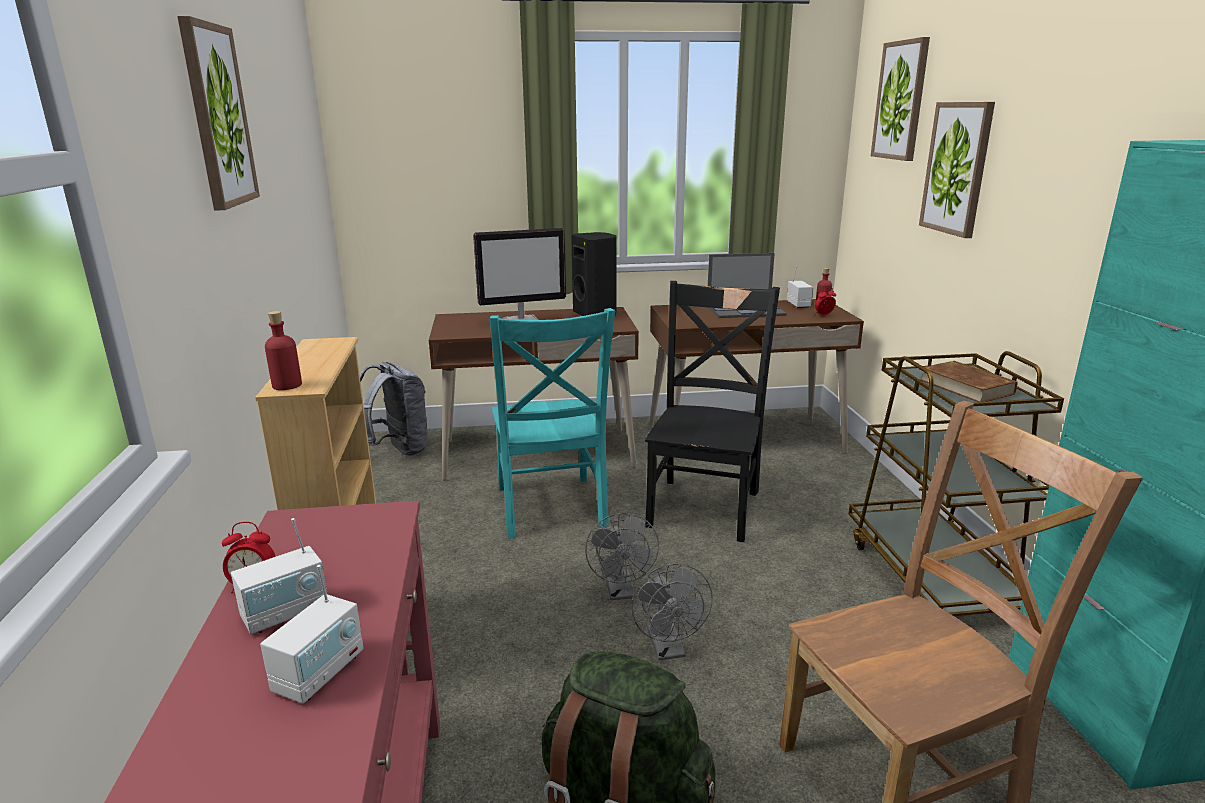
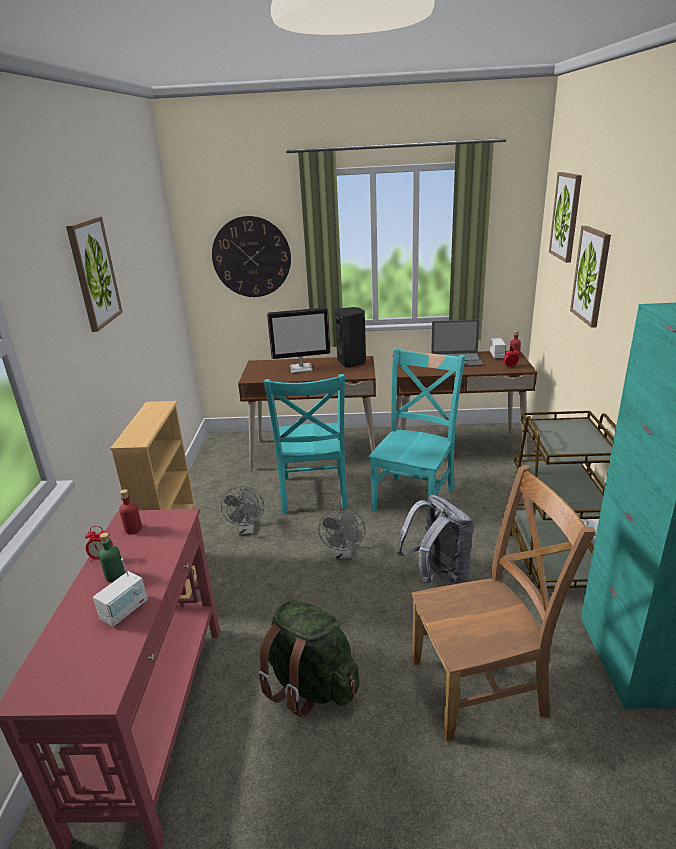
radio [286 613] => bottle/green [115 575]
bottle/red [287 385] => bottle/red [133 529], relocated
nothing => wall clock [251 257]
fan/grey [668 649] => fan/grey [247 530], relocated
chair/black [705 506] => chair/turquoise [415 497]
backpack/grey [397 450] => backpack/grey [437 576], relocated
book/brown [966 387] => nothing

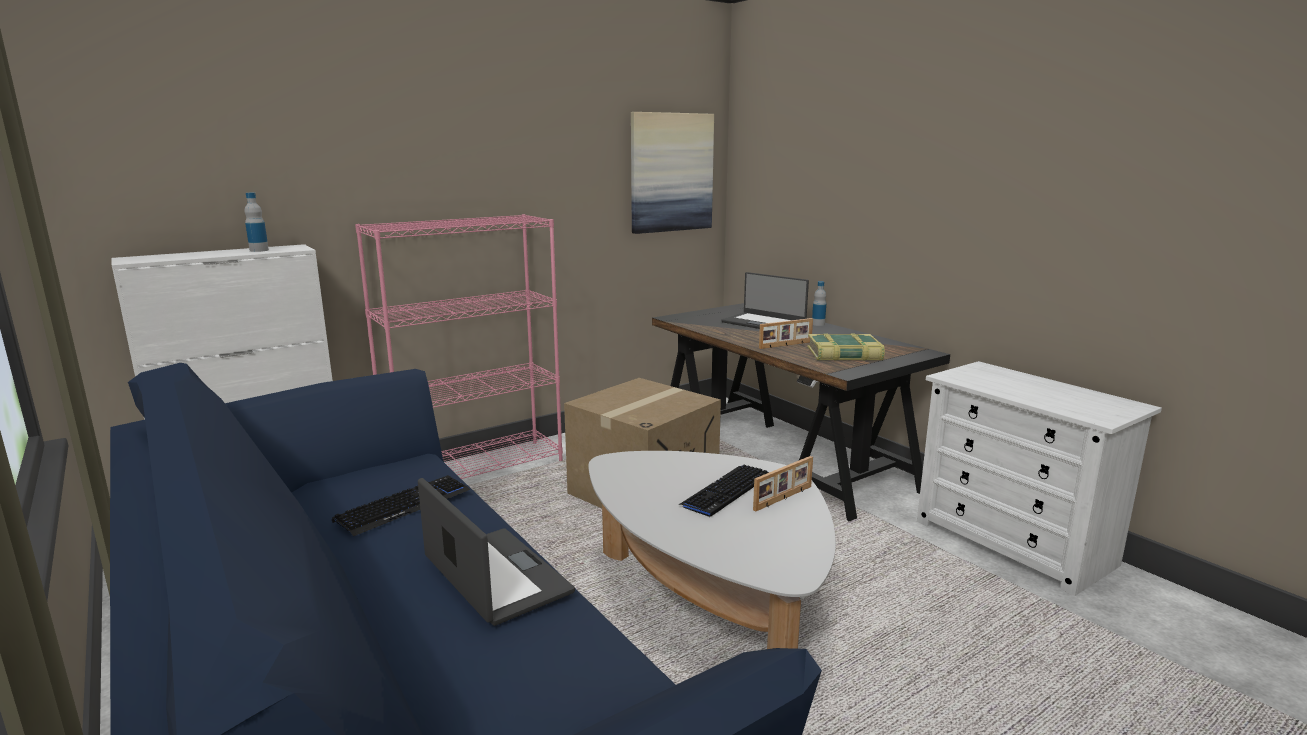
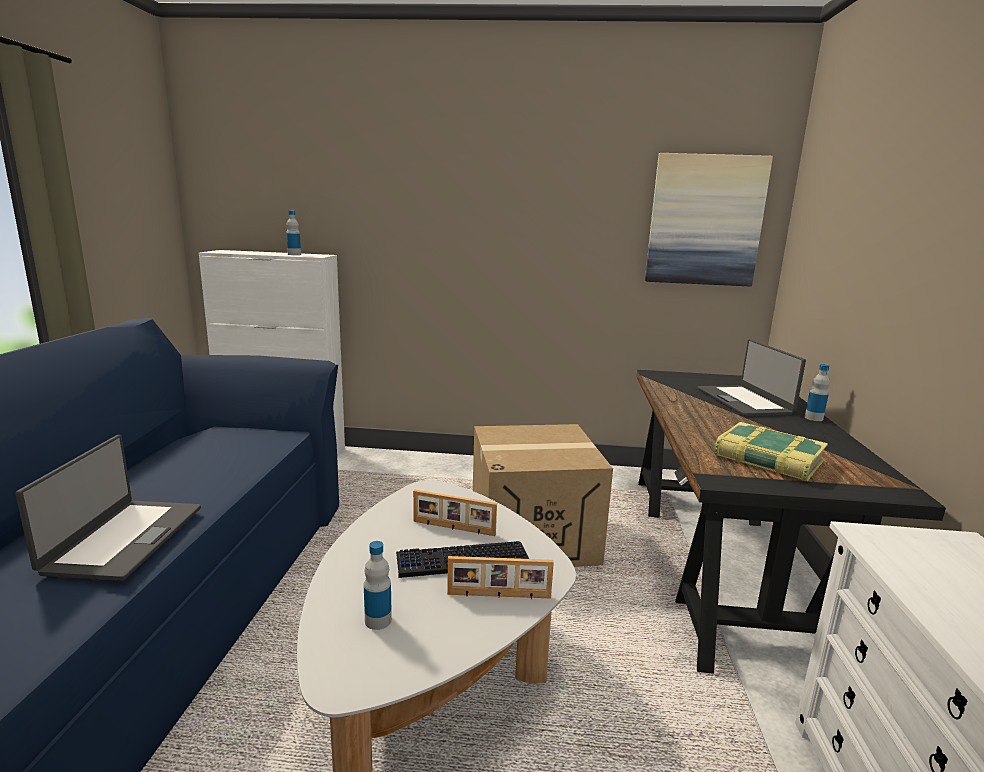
nothing => bottle [378 620]
picture frame [786 345] => picture frame [453 528], relocated
keyboard [404 506] => nothing
bookcase/pink [477 469] => nothing

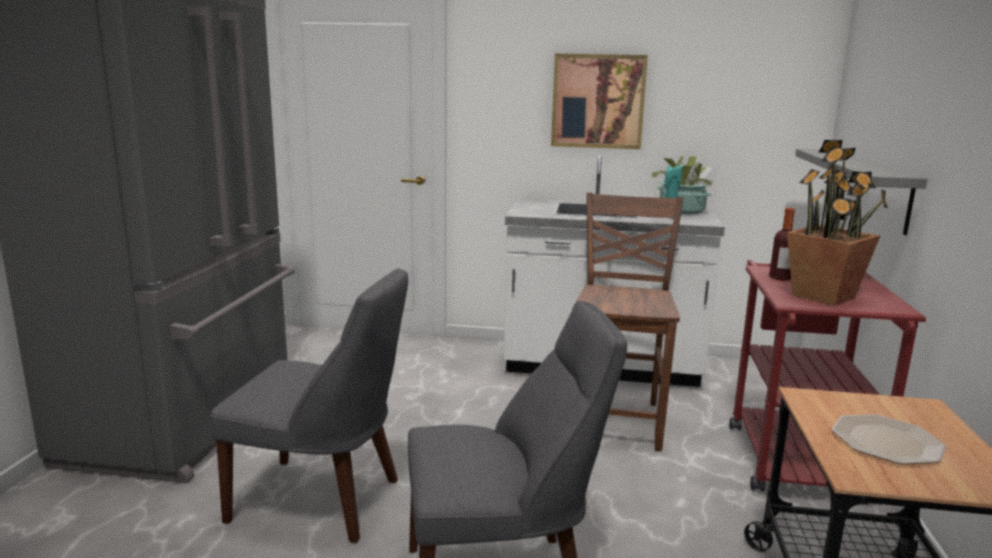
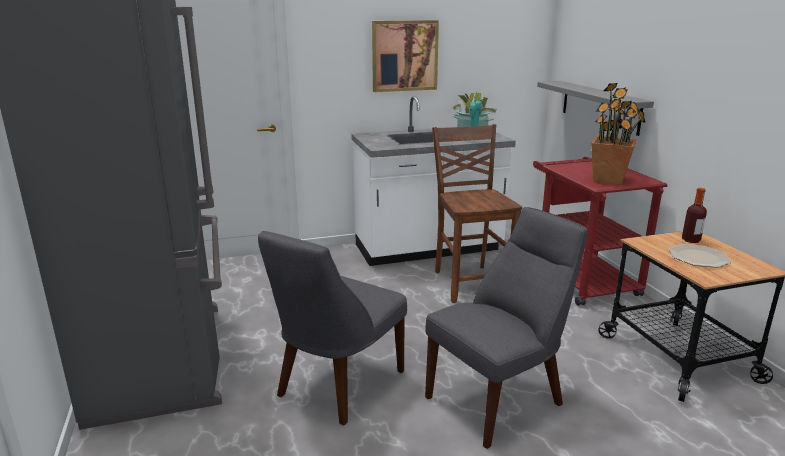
chair/grey [323 501] => chair/grey [337 385], 135 degrees clockwise
bottle [780 278] => bottle [691 240], relocated

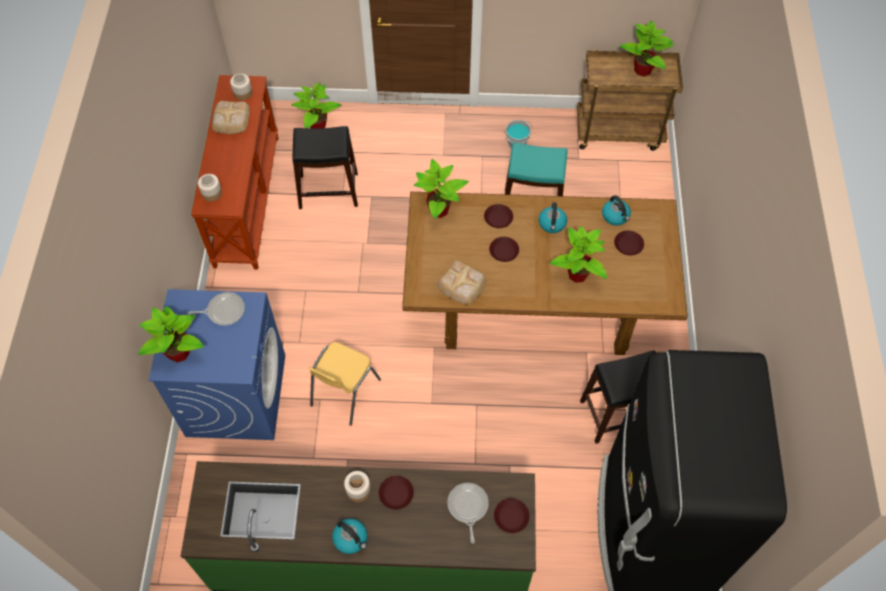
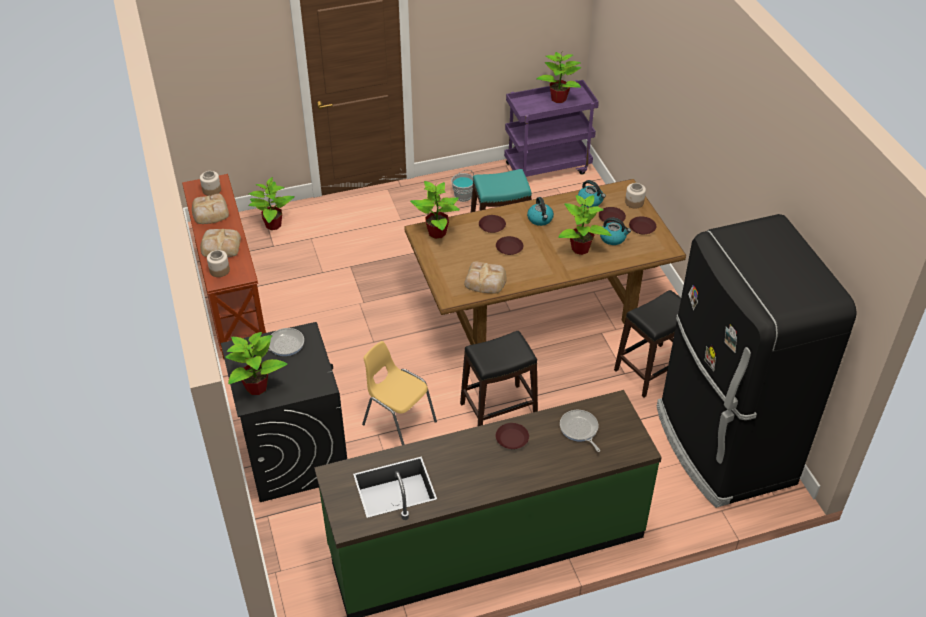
nothing => bread [220 246]
washing machine/blue [236 394] => washing machine/black [294 453]
chair/yellow [344 392] => chair/yellow [398 423], 120 degrees clockwise
stool/black [328 191] => stool/black [499 410], relocated
cart/brown [619 132] => cart/purple [547 167]
kettle [351 539] => kettle [613 238], relocated
jar [358 490] => jar [634 202], relocated
plate/brown [511 516] => plate/brown [642 227], relocated

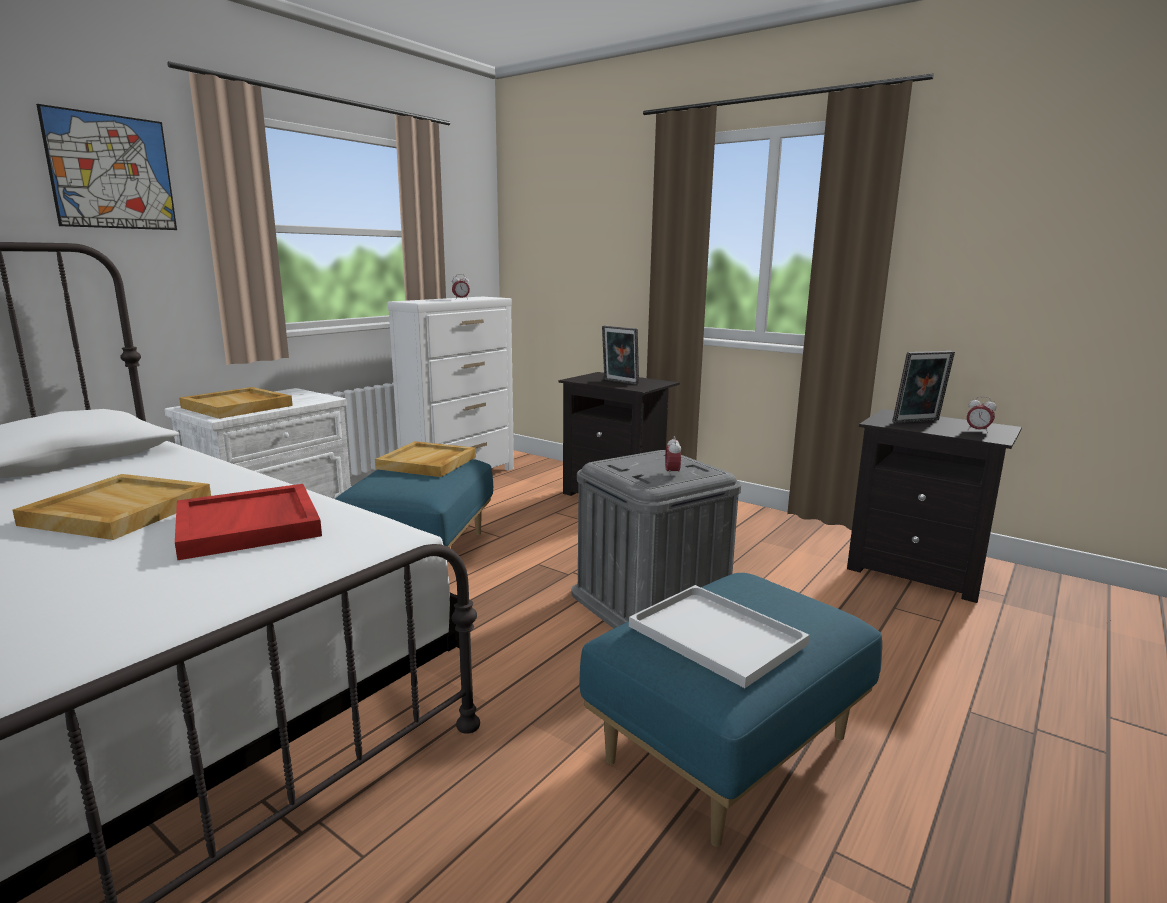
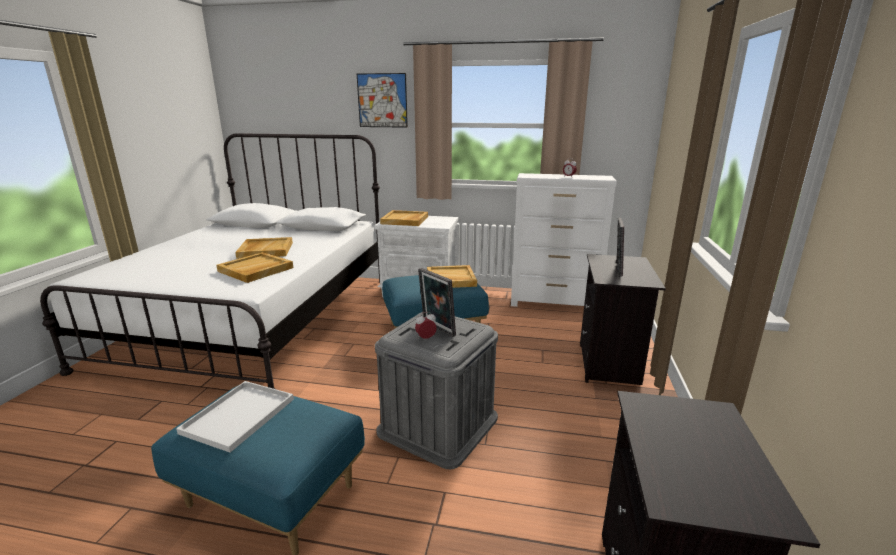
tray/red [249 526] => tray/beige [255 270]
picture frame [918 422] => picture frame [437 329], relocated
alarm clock [978 431] => nothing

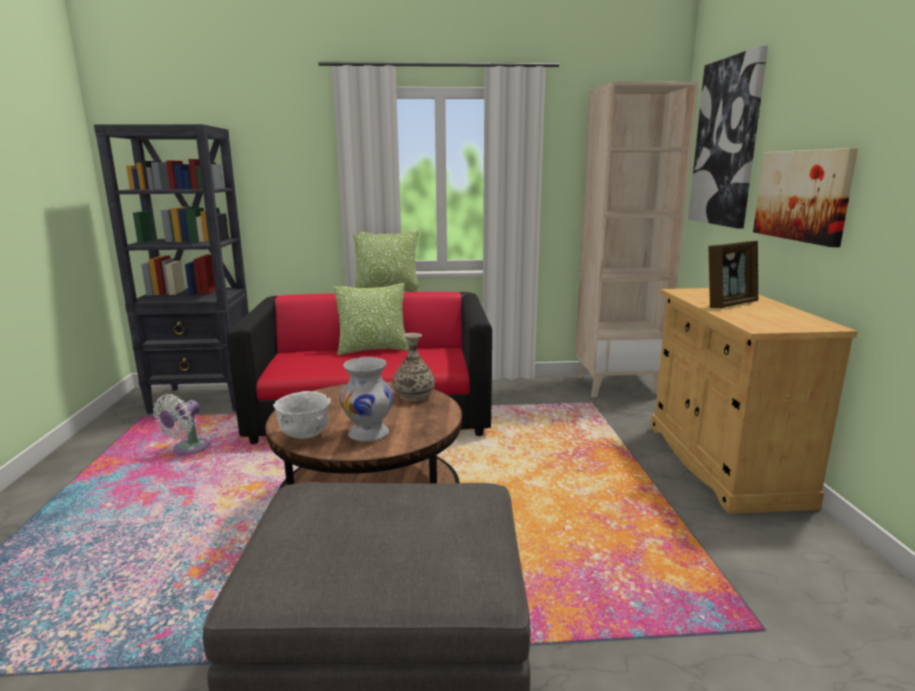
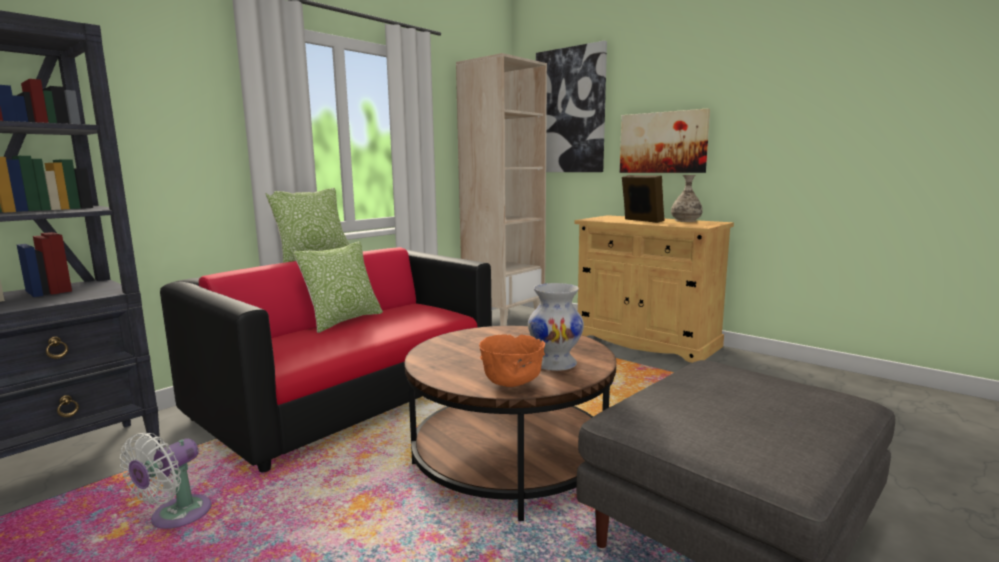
fan/white [187 449] => fan/white [175 517], 45 degrees clockwise
bowl/white [305 436] => bowl/orange [512 384]
picture frame [730 304] => picture frame [641 221], 45 degrees counterclockwise
vase [414 396] => vase [686 221], relocated

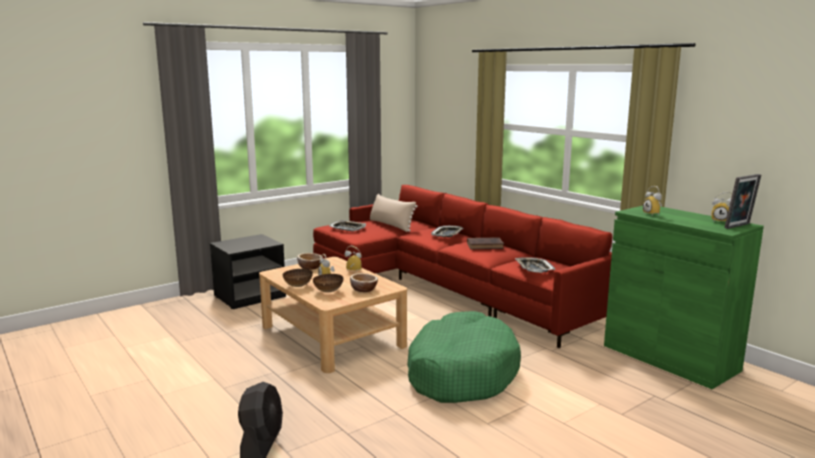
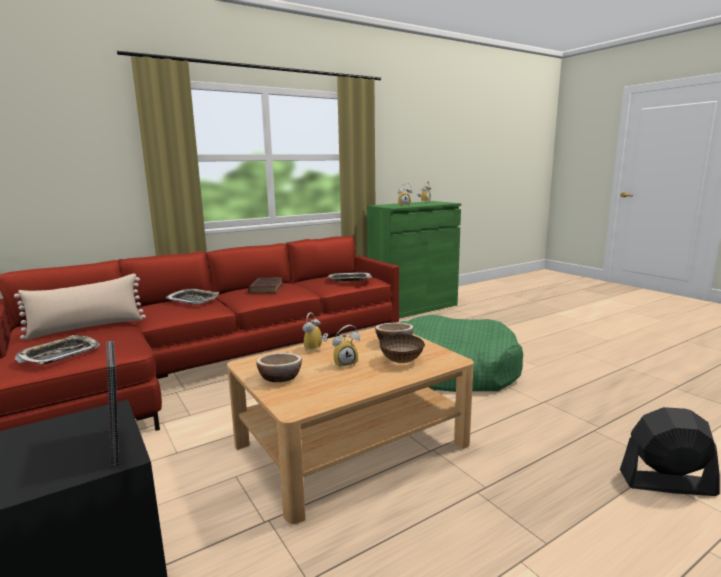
picture frame [739 226] => picture frame [119 445], relocated
bowl [297 286] => nothing

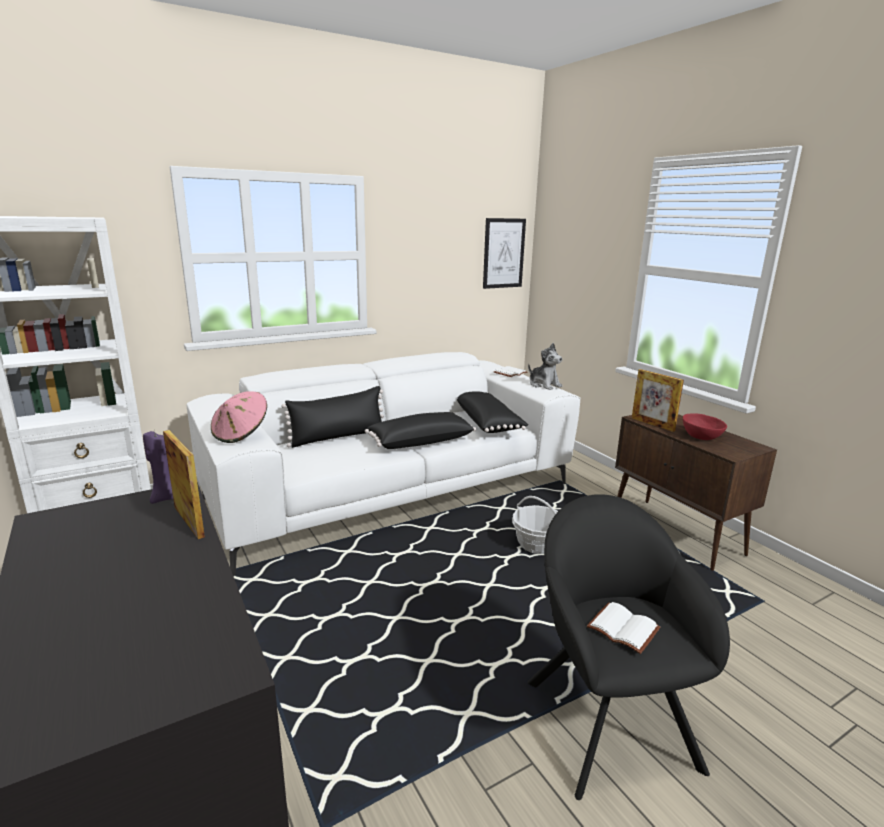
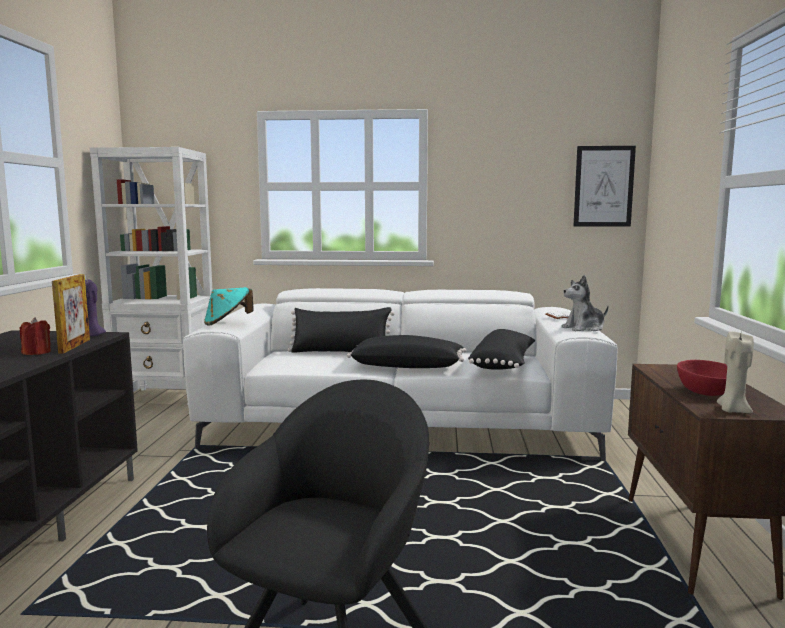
nothing => candle/red [37 353]
hat/pink [241 434] => hat/turquoise [227 323]
plush toy [544 385] => plush toy [584 328], 75 degrees clockwise
nothing => candle/beige [732 411]
basket [537 545] => nothing
book/white [621 629] => nothing
picture frame [652 424] => nothing

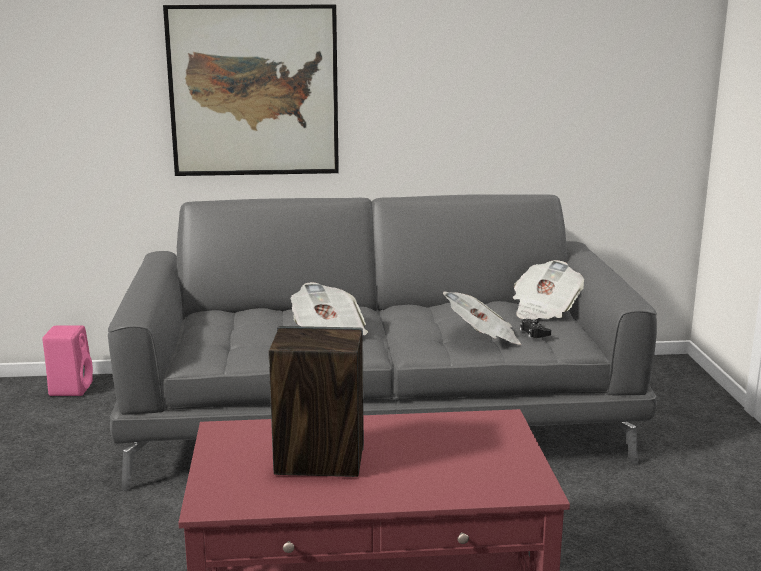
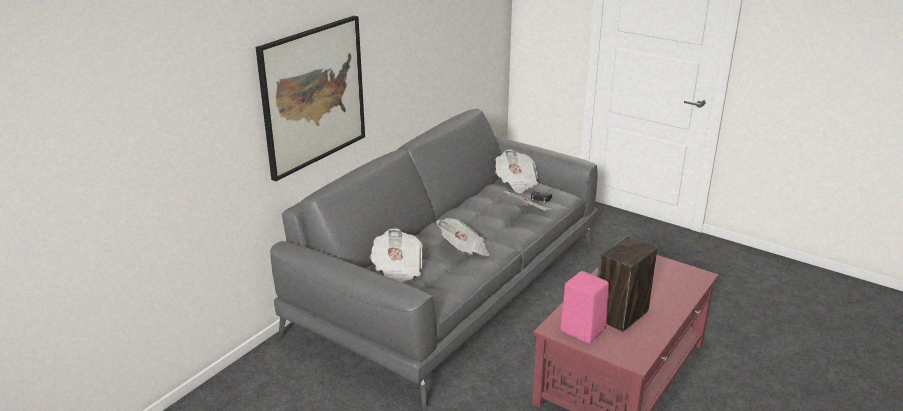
nothing => newspaper [397 270]
speaker/pink [71 388] => speaker/pink [581 330], relocated

